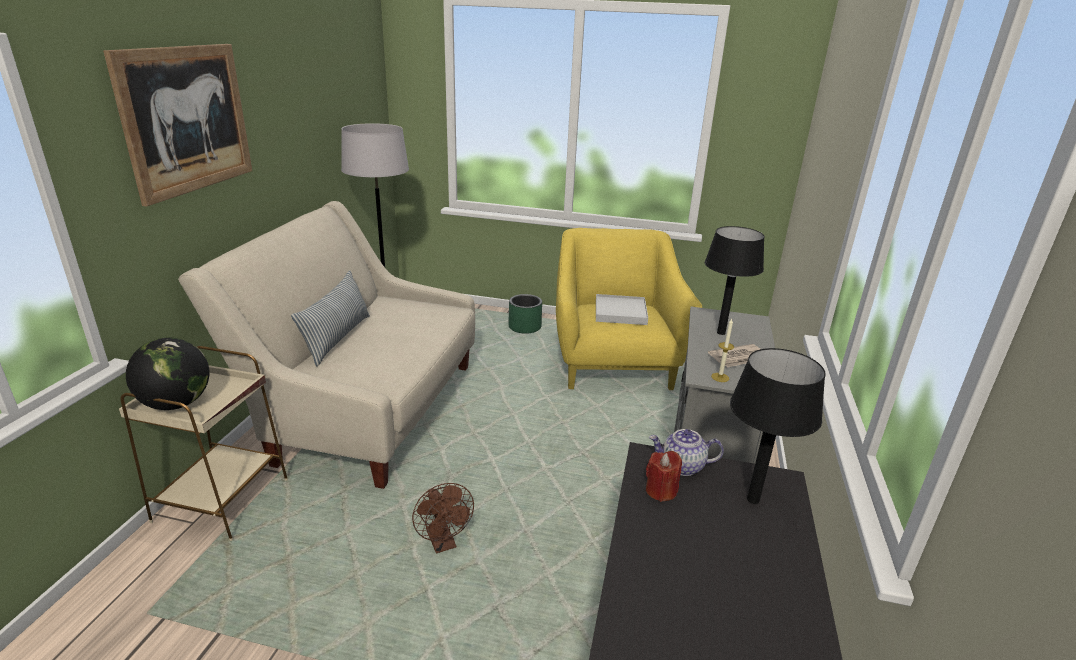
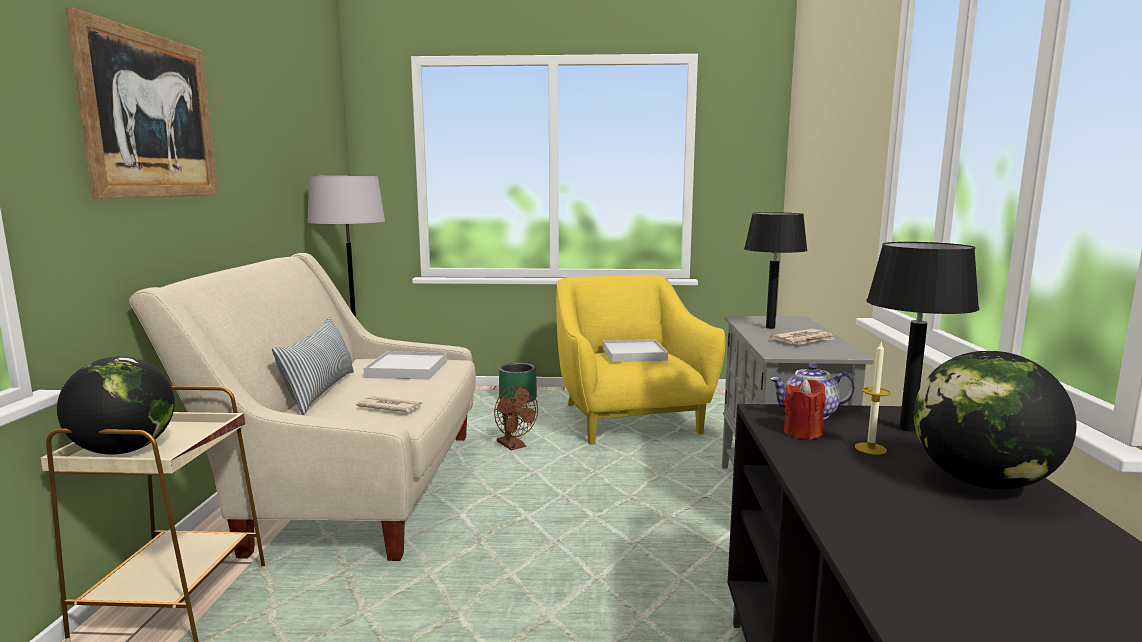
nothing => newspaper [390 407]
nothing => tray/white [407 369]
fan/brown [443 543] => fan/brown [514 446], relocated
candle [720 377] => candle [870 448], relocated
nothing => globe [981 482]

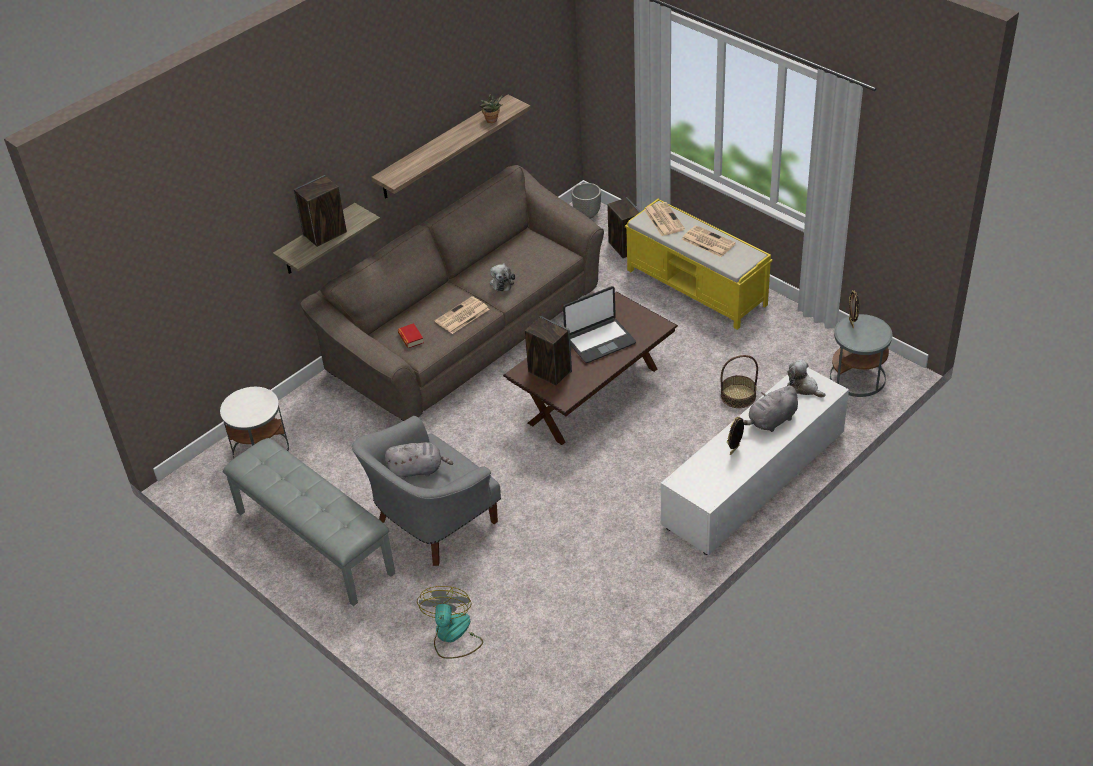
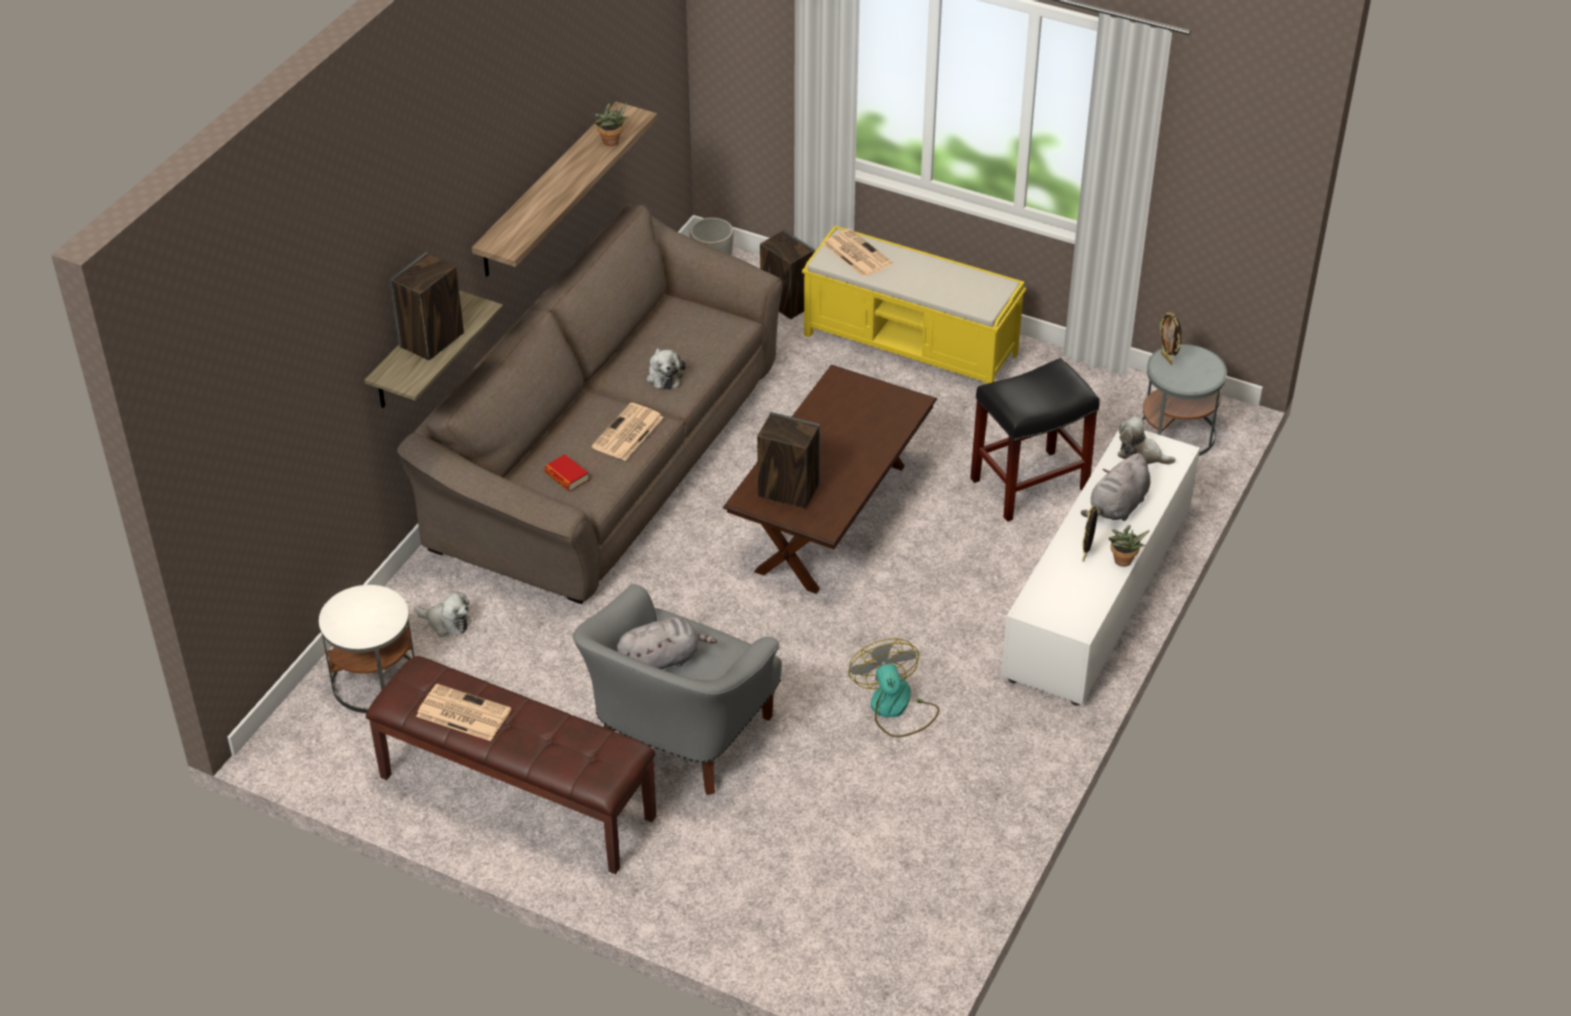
bench/grey [313 542] => bench/brown [515 797]
nothing => plush toy [446 623]
newspaper [707 241] => newspaper [462 713], relocated
fan [452 635] => fan [895 708], relocated
basket [738 396] => stool/black [1030 484]
nothing => potted plant [1123 563]
laptop [599 341] => nothing

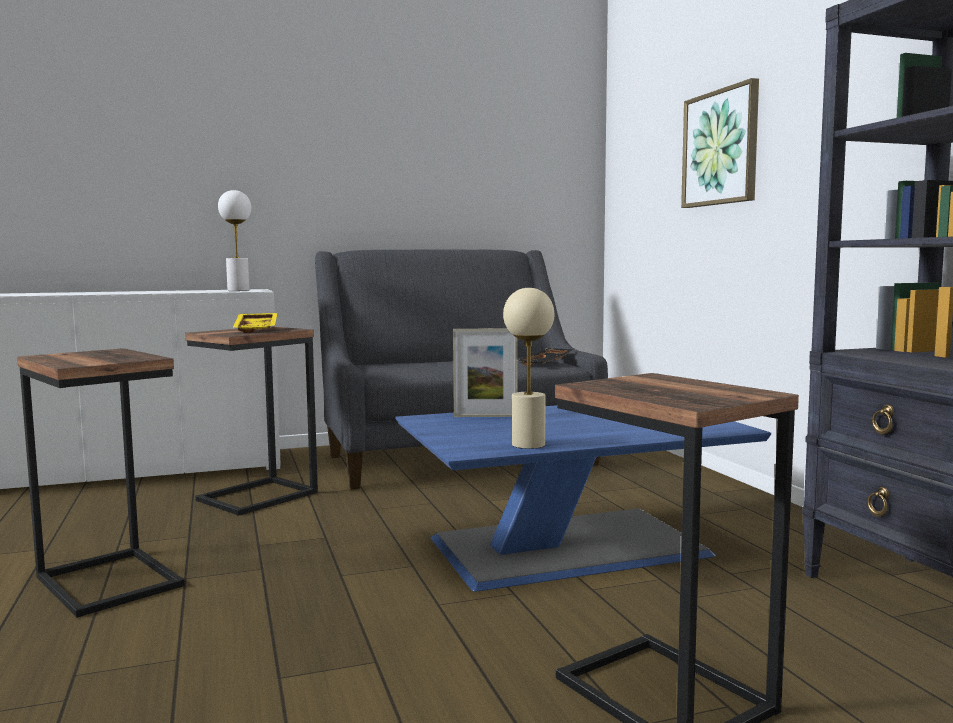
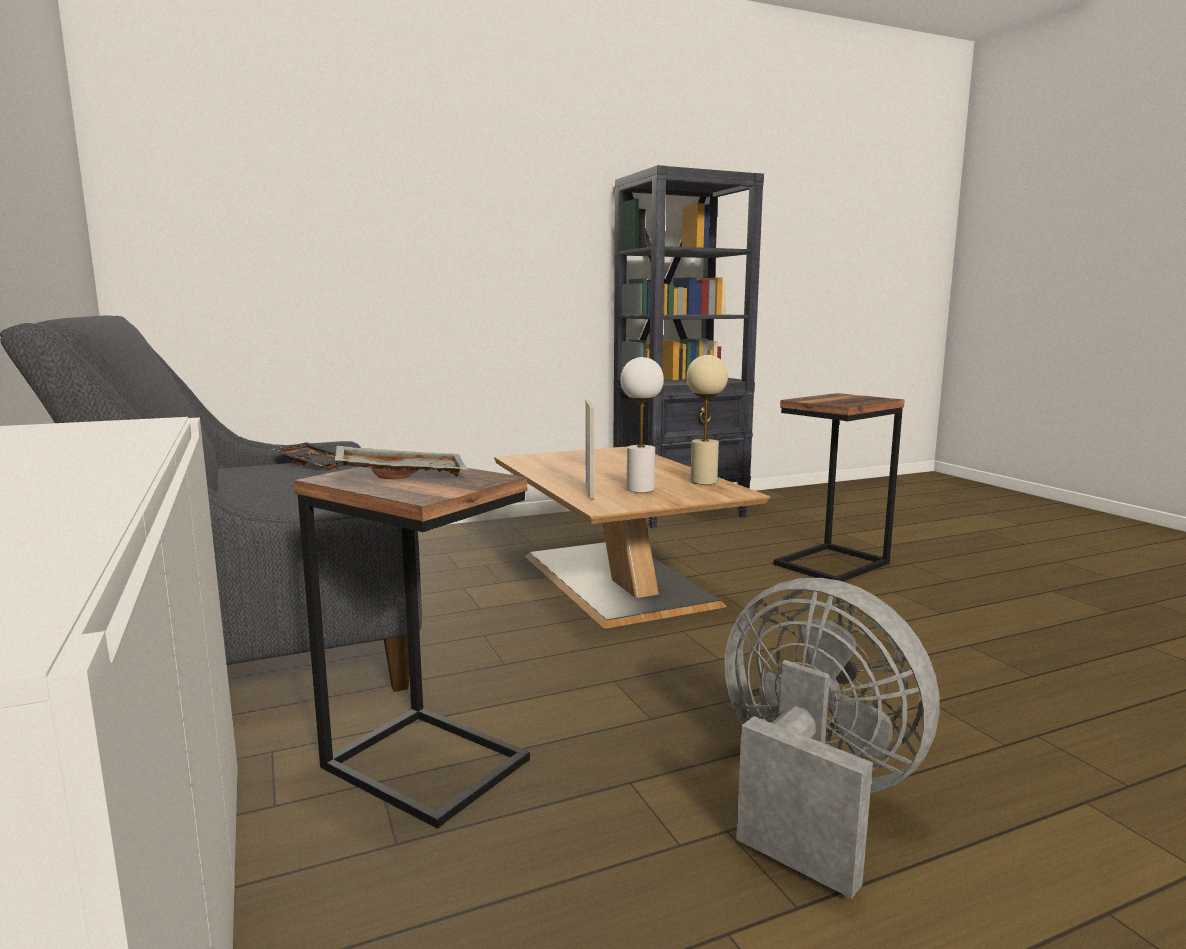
tray/yellow [258 330] => tray/grey [402 475]
coffee table/blue [572 545] => coffee table/brown [613 578]
table lamp/white [238 290] => table lamp/white [640 489], relocated
side table [112 580] => fan/grey [812 798]
picture [721 148] => nothing

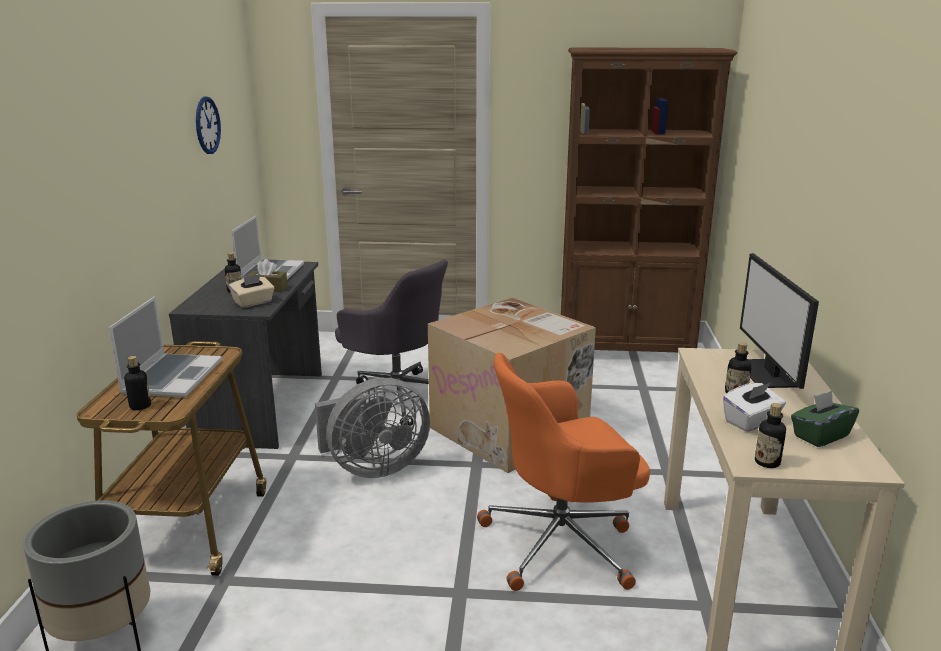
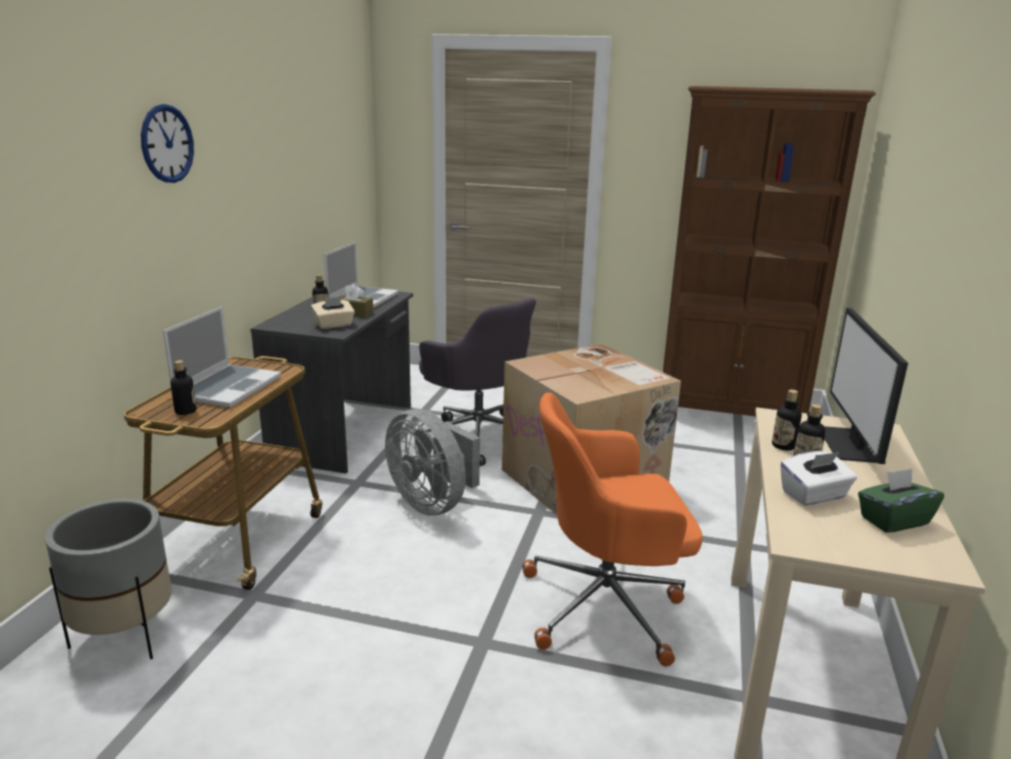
wall clock [207 125] => wall clock [167 144], relocated
fan/grey [373 467] => fan/grey [433 503], 60 degrees clockwise
bottle [767 462] => bottle [783 446], relocated

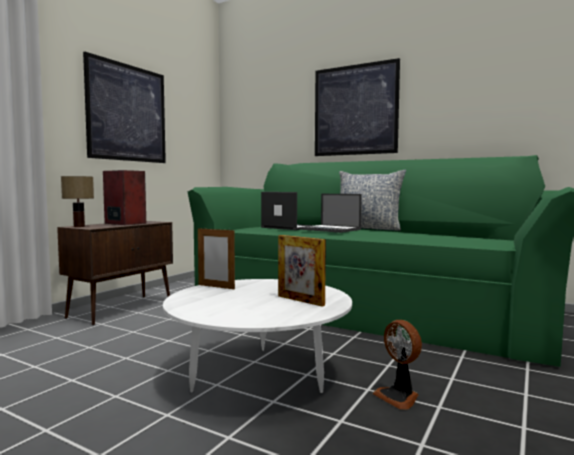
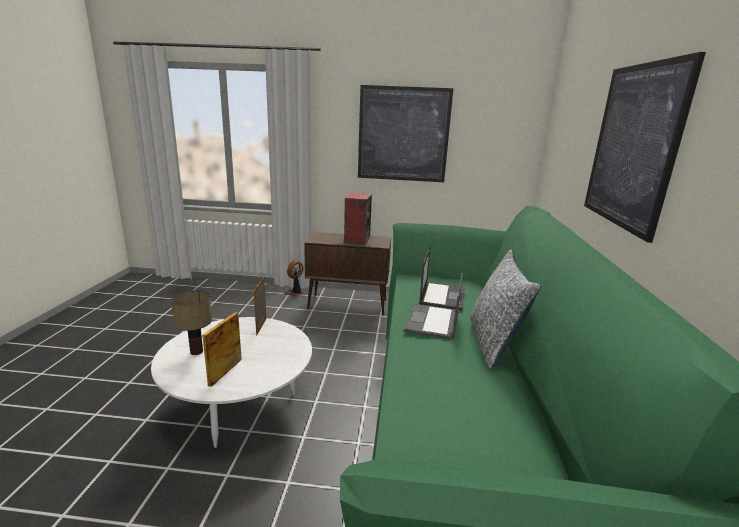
table lamp [79 226] => table lamp [197 352], relocated
fan [399 397] => fan [295 292], relocated

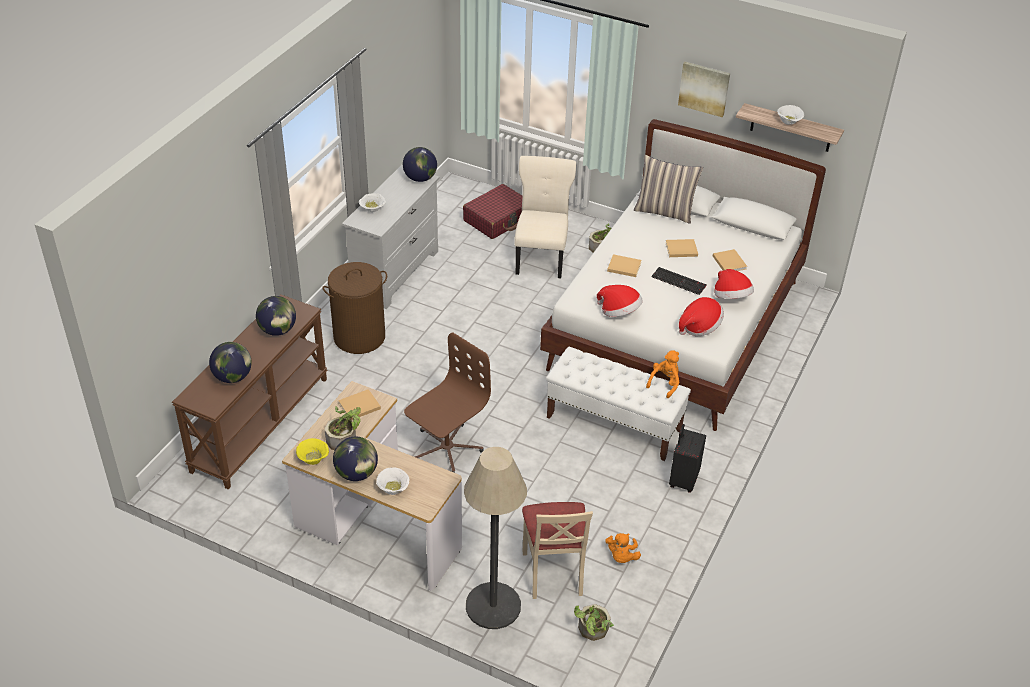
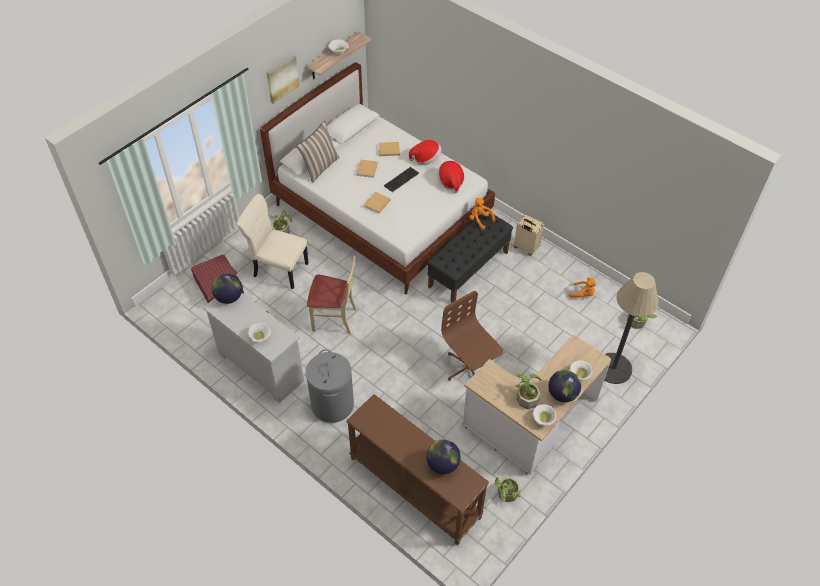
laundry basket/brown [359 337] => laundry basket/grey [332 404]
chair/beige [554 572] => chair/beige [334 319], relocated
bench/white [614 424] => bench/black [468 269]
nothing => potted plant [506 494]
suitcase/black [683 480] => suitcase/beige [525 248]
bowl/yellow [313 458] => bowl/white [543 419]
globe [278 330] => nothing
book/beige [358 406] => nothing
hat [619 312] => nothing

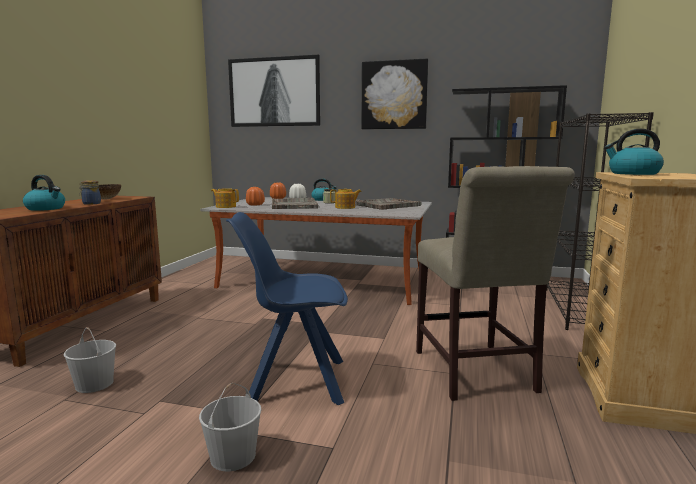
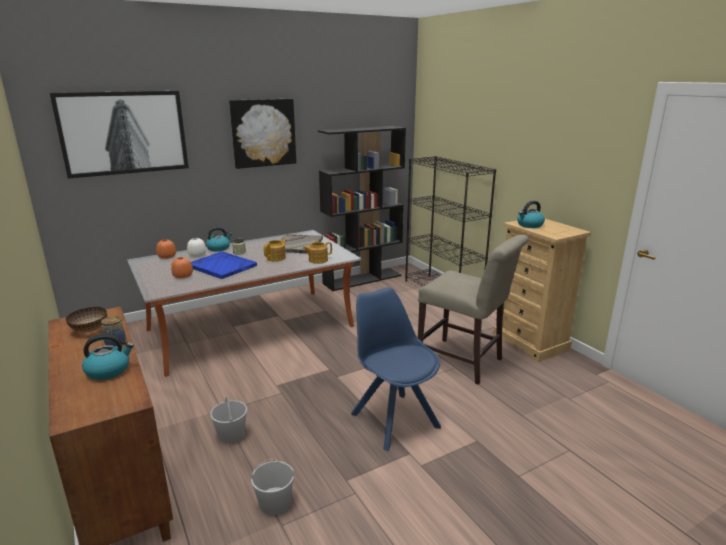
tray/grey [294 205] => tray/blue [221 266]
bucket/white [233 456] => bucket/white [231 435], relocated
teapot [225 206] => teapot [317 260], relocated
chair/blue [294 381] => chair/blue [393 419], 105 degrees clockwise

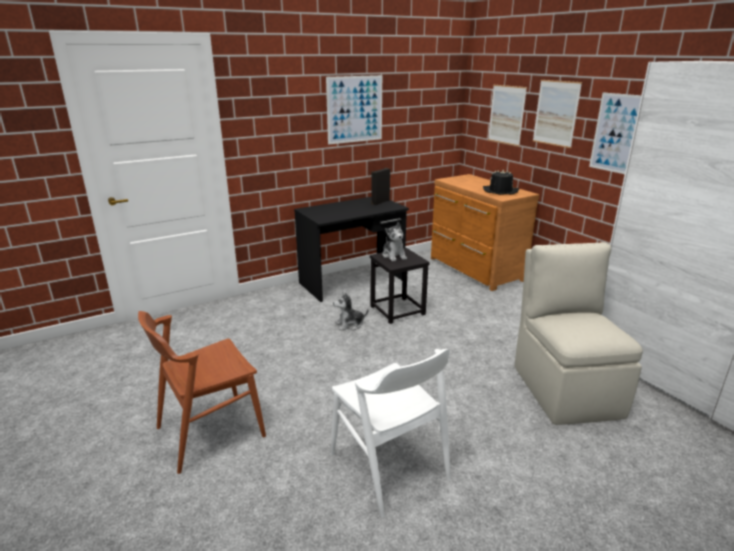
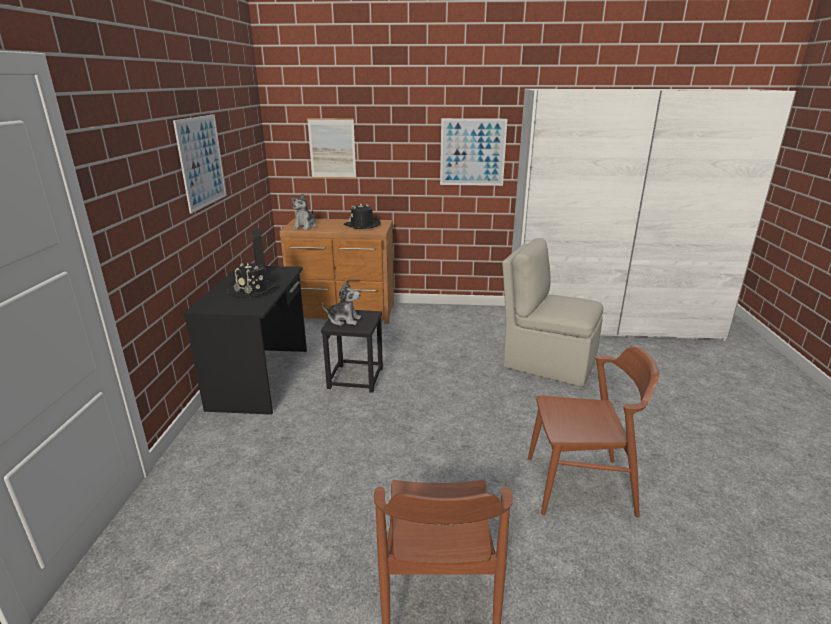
nothing => hat/black [253 289]
plush toy [350 325] => plush toy [305 227], relocated
chair/white [389 466] => chair/brown [580 485]
picture [556 113] => nothing

